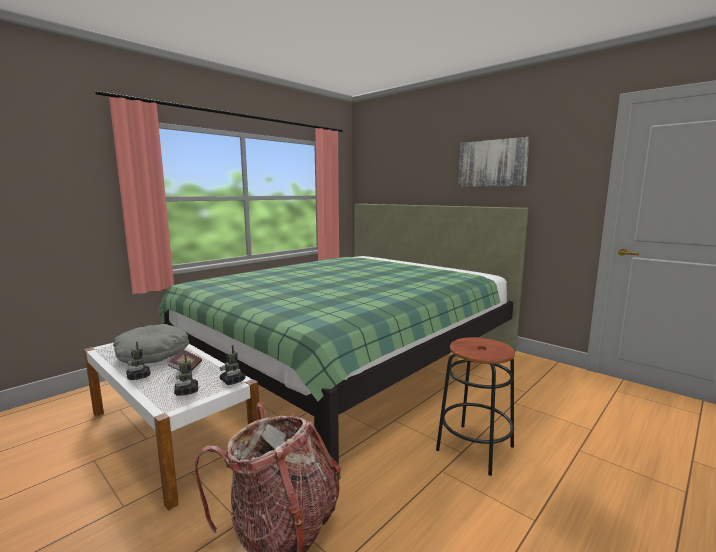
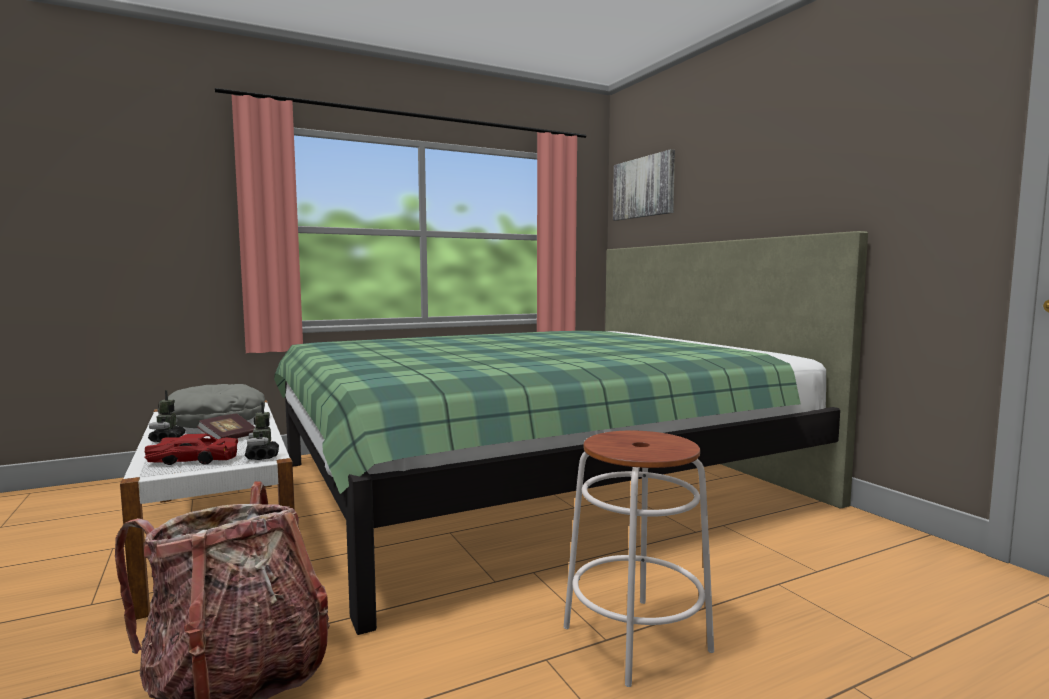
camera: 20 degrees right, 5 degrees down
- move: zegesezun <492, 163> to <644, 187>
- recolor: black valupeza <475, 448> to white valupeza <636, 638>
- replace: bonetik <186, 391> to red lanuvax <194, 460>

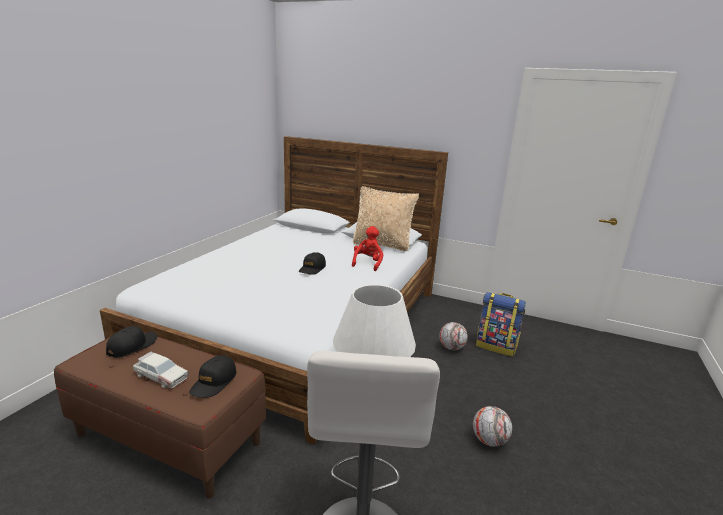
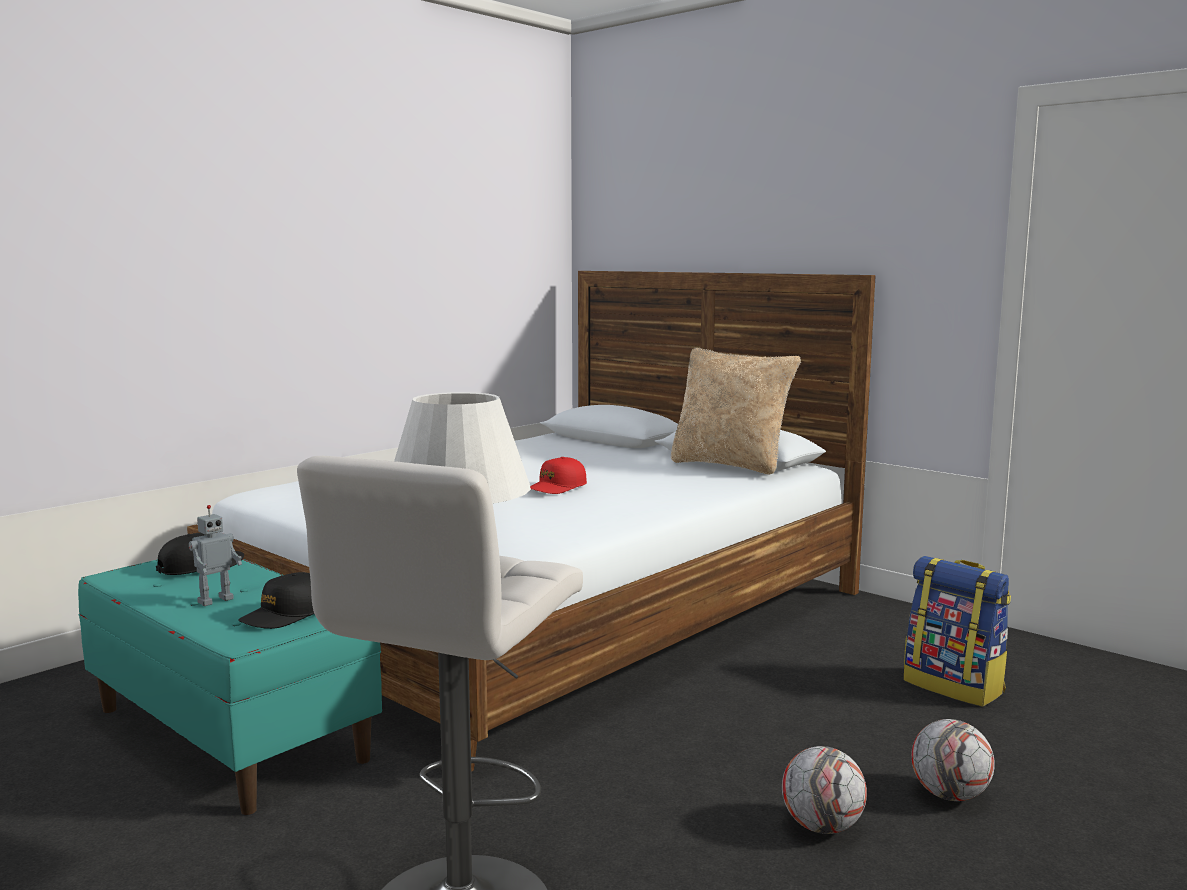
camera: 20 degrees right, 10 degrees down
- delete: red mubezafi <367, 263>
- recolor: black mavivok <312, 269> to red mavivok <557, 487>
- move: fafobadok <451, 348> to <950, 795>
- recolor: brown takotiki <170, 438> to turquoise takotiki <231, 733>
- replace: lanuvax <161, 376> to bonetik <215, 600>

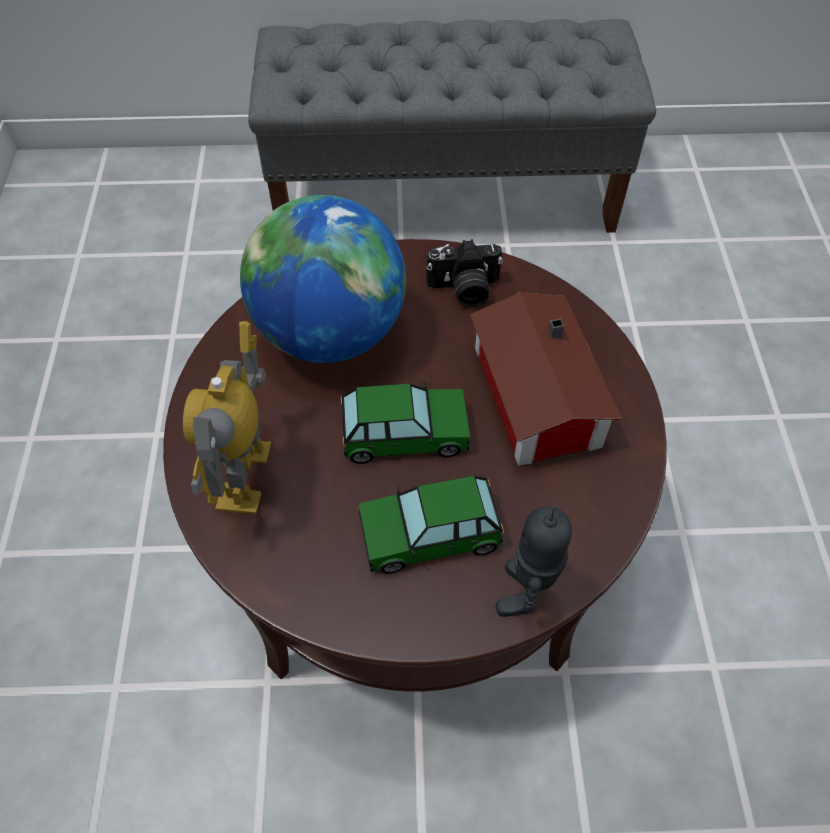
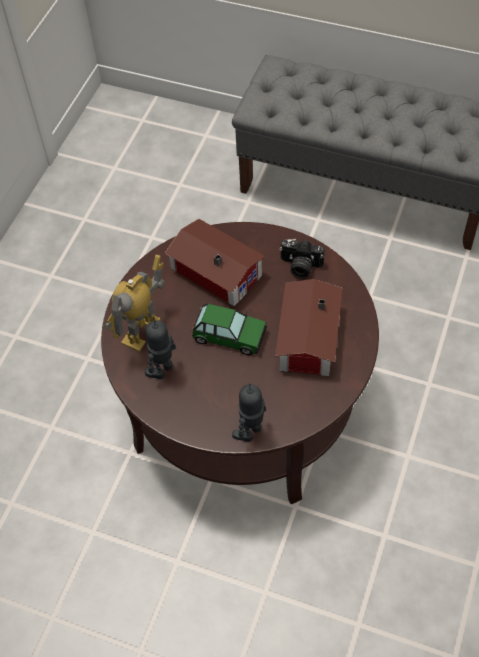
camera: 25 degrees right, 0 degrees up
- replace: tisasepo <330, 333> to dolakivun <215, 269>
- delete: lanuvax <429, 532>
- insert: bonetik <163, 370>

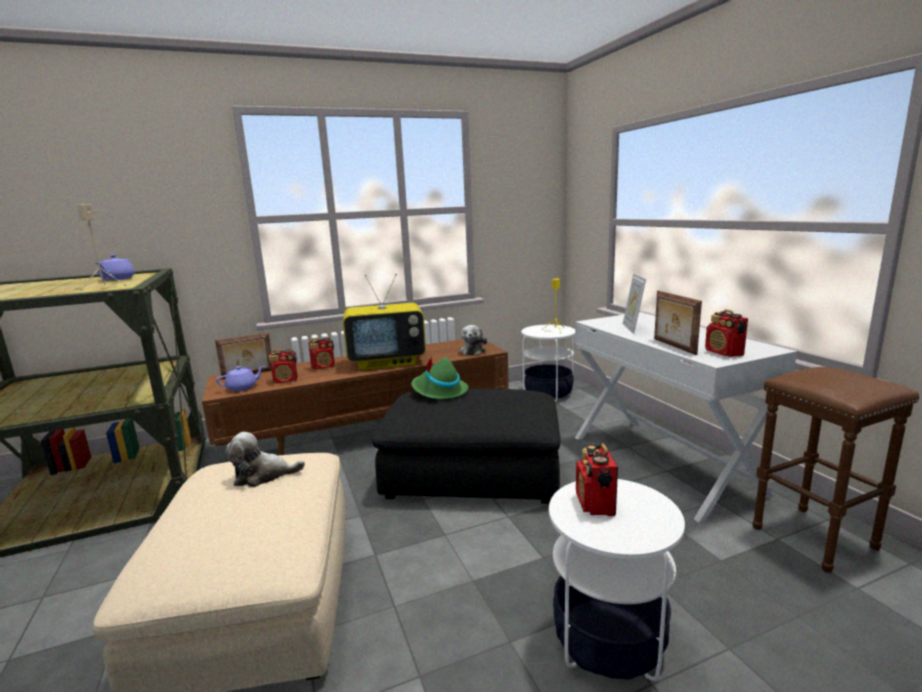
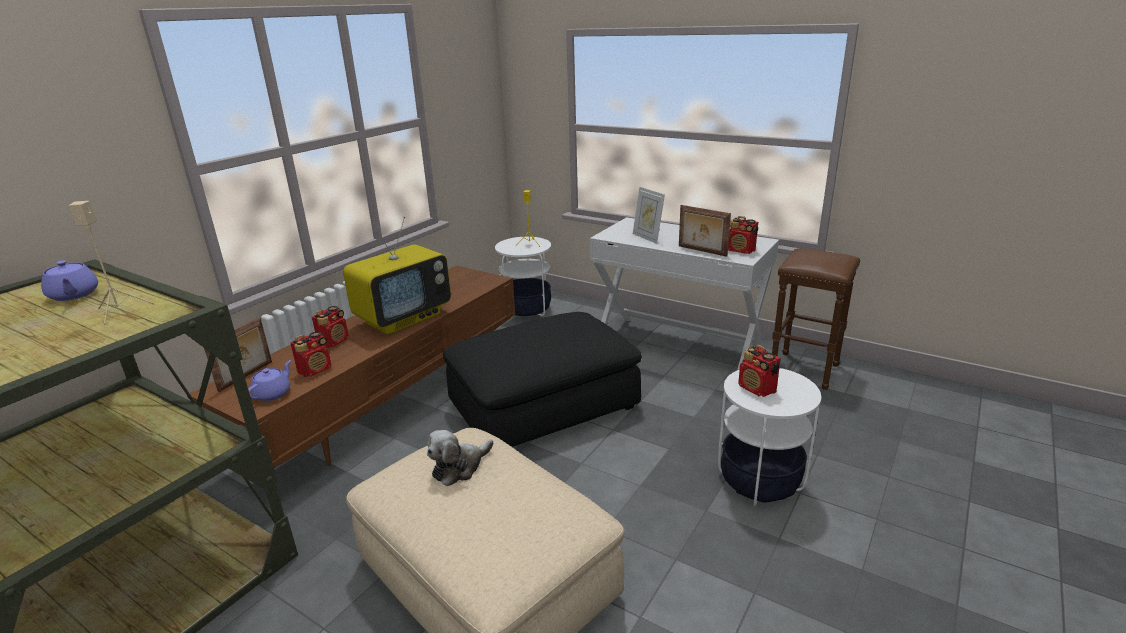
camera: 35 degrees left, 10 degrees up
- delete: mubezafi <473, 350>
- delete: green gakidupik <439, 391>

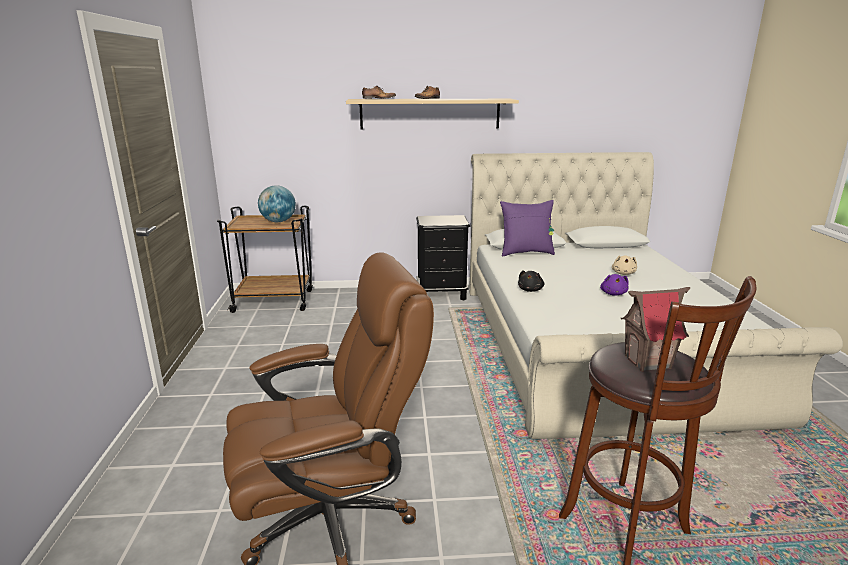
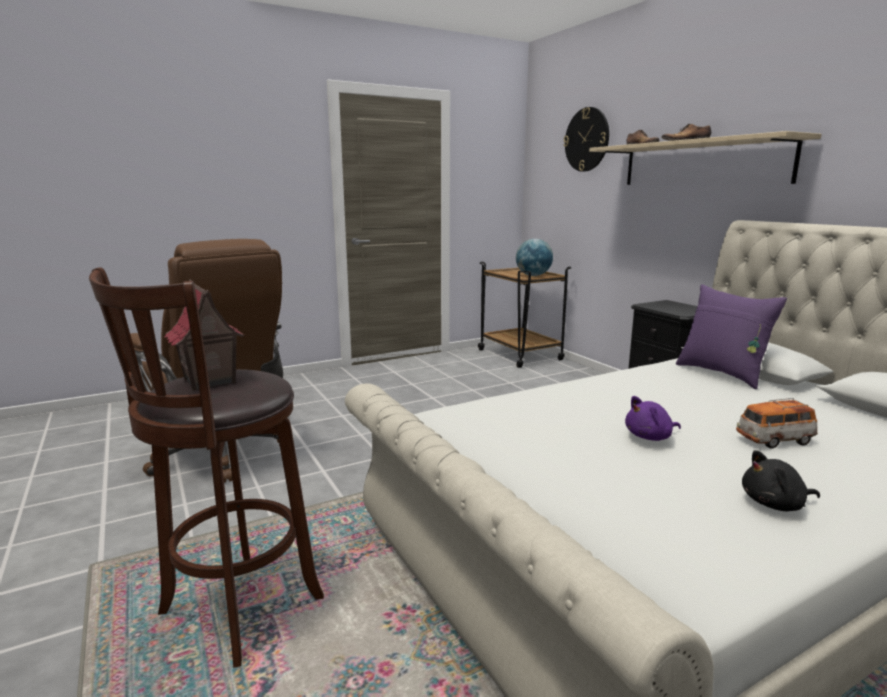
camera: 65 degrees right, 5 degrees down
- replace: beige mubezafi <623, 273> to lanuvax <774, 440>
- move: black mubezafi <530, 290> to <775, 504>
- insert: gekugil <587, 139>

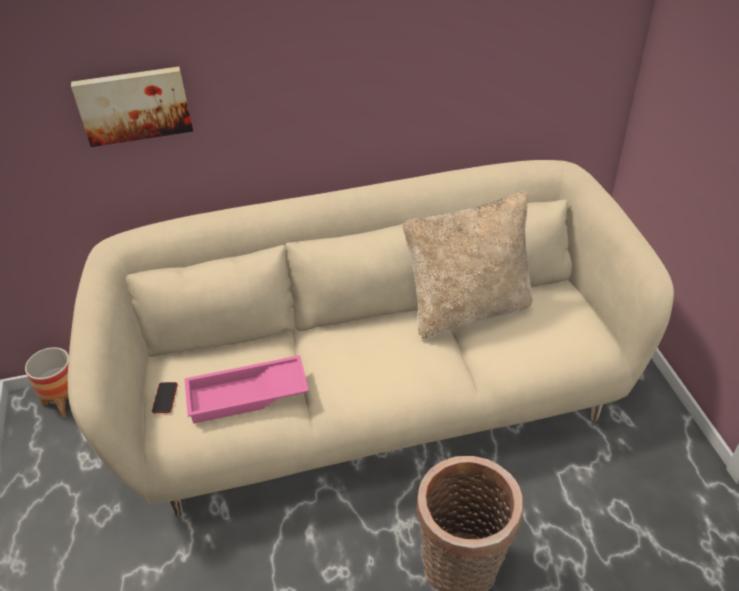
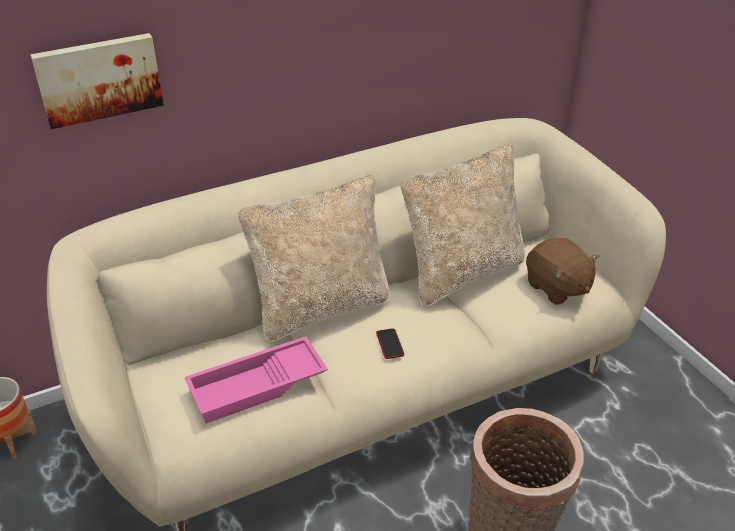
camera: 15 degrees left, 5 degrees down
- move: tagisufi <165, 398> to <390, 344>
- insert: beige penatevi <323, 311>
- insert: brown mubezafi <557, 288>

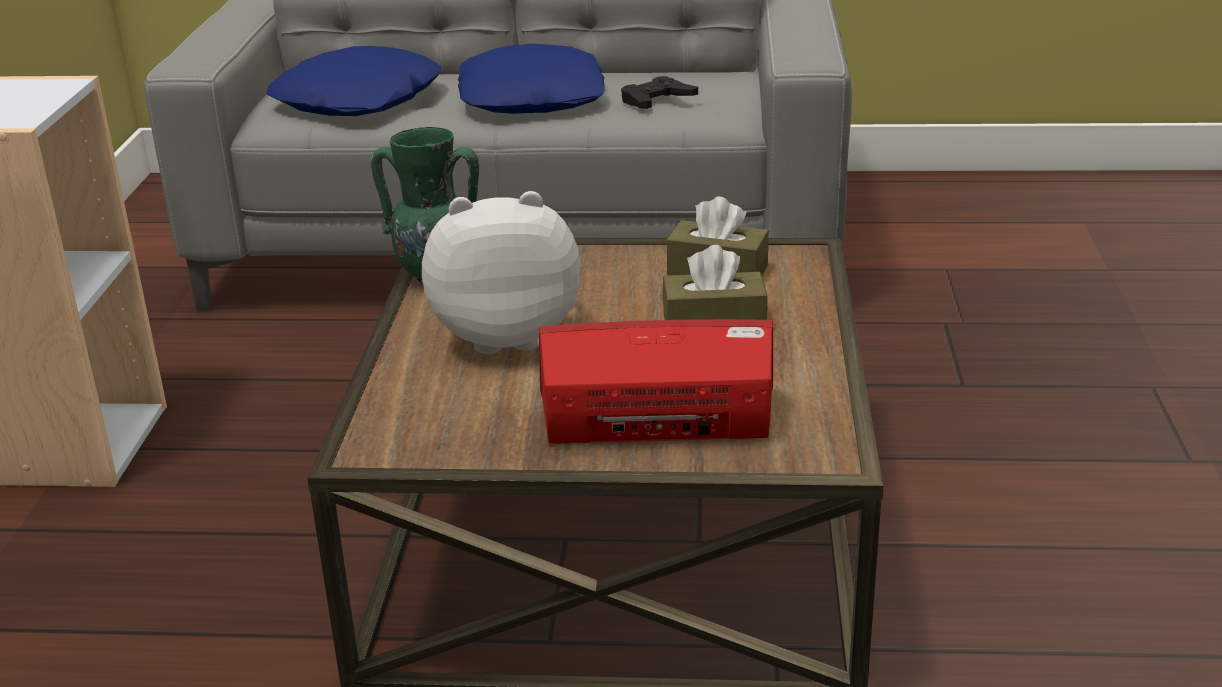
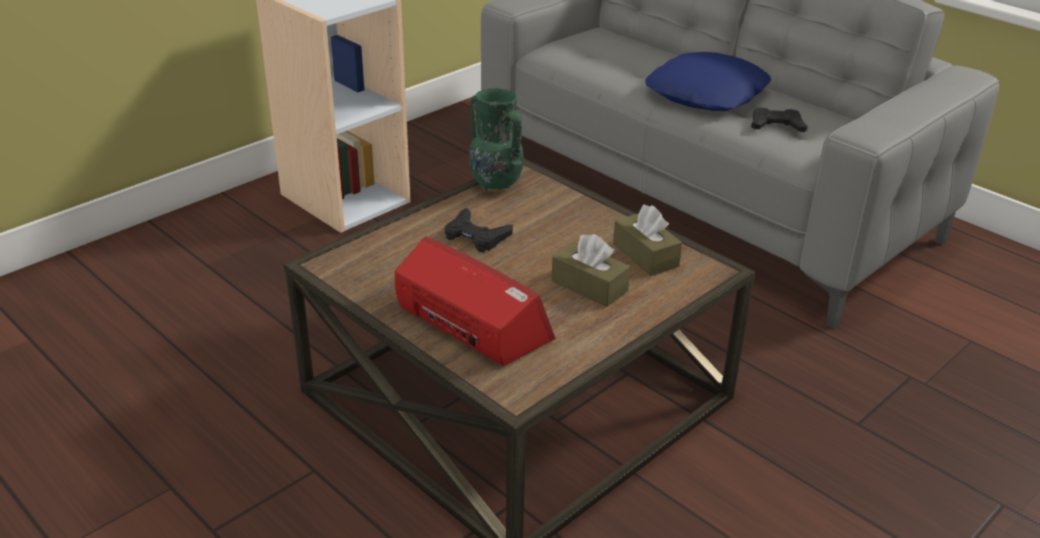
camera: 40 degrees right, 5 degrees up
- delete: blue penatevi <359, 100>
- replace: mubezafi <505, 335> to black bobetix <476, 236>

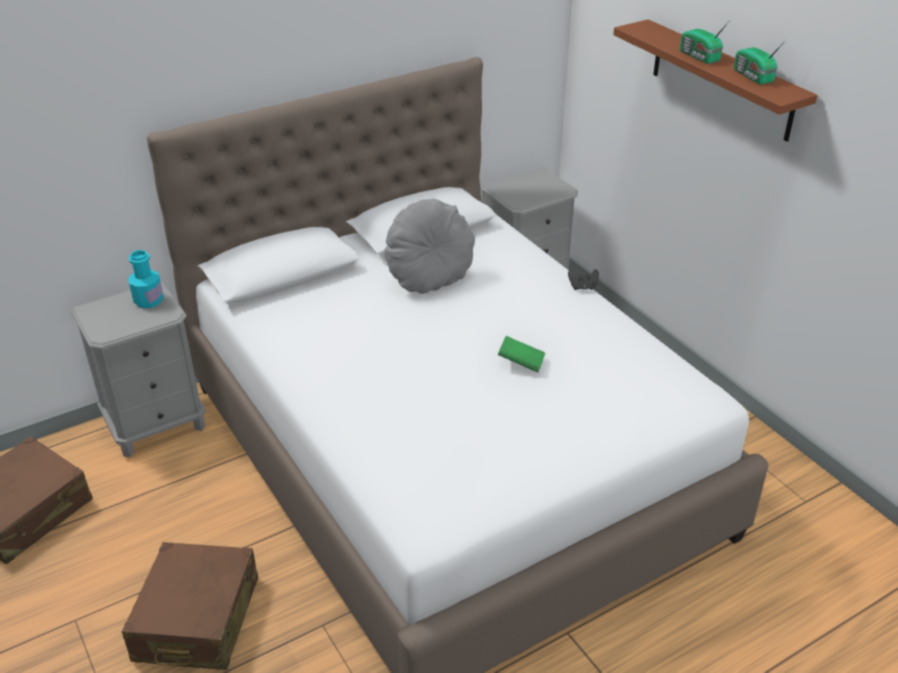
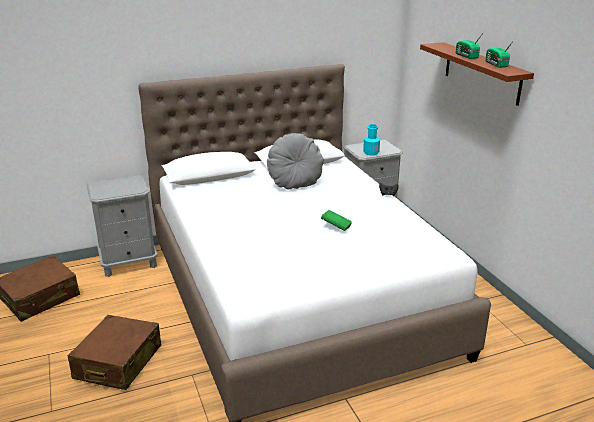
camera: 10 degrees right, 10 degrees down
- move: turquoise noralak <148, 300> to <371, 153>

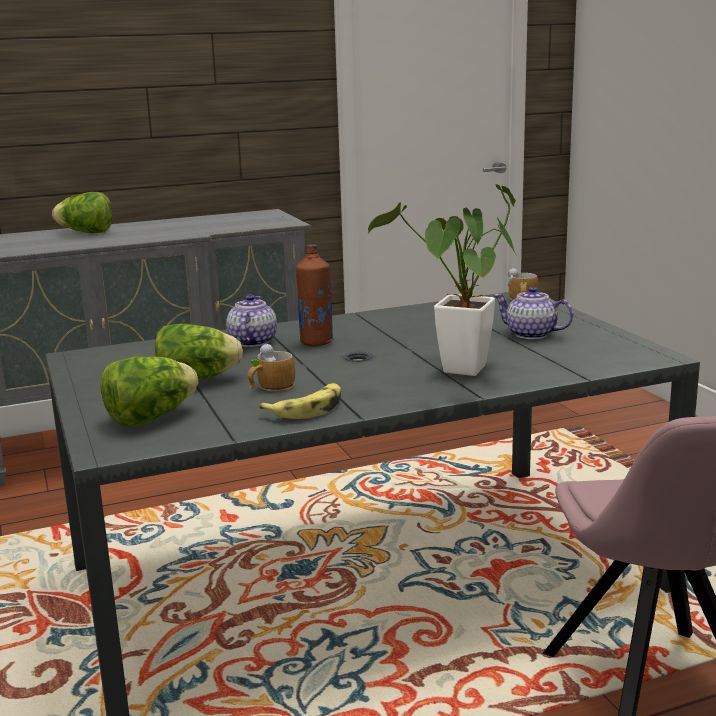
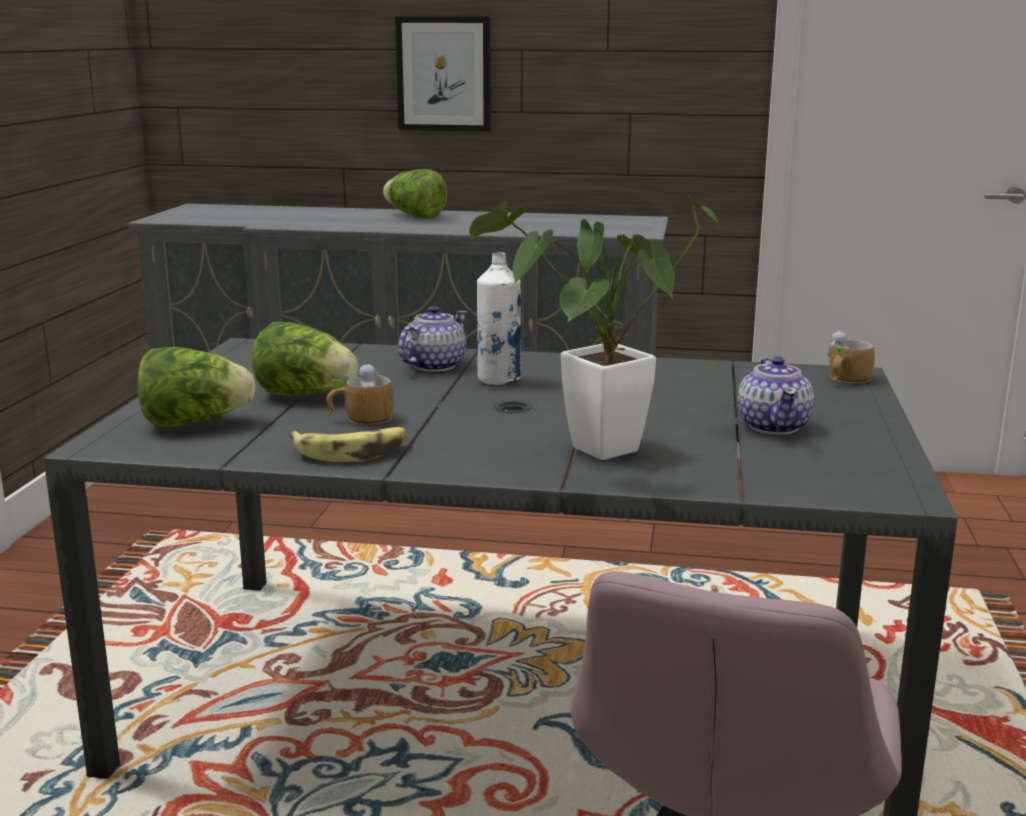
camera: 30 degrees right, 0 degrees up
- recolor: brown noralak <316, 342> to white noralak <499, 380>
- rotate: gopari <531, 334> = <774, 426> 150 degrees counterclockwise
- insert: zegesezun <444, 74>

